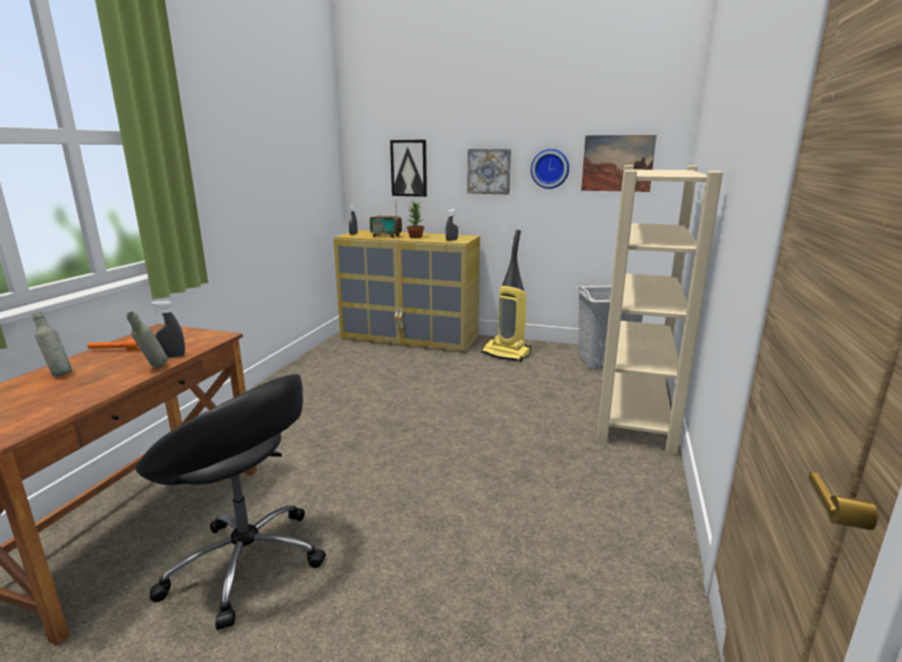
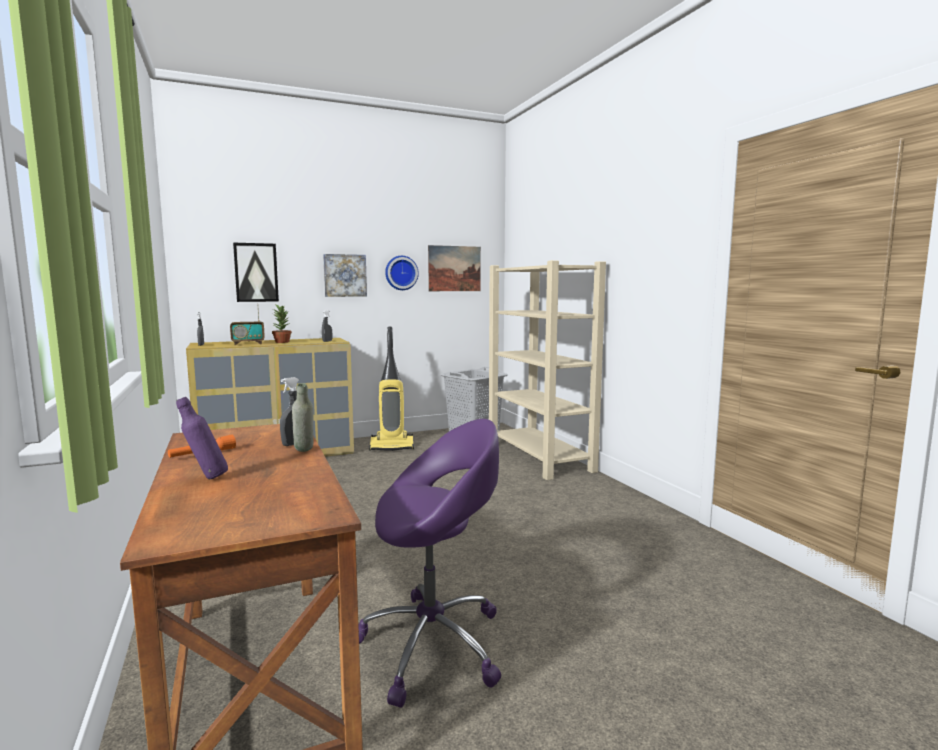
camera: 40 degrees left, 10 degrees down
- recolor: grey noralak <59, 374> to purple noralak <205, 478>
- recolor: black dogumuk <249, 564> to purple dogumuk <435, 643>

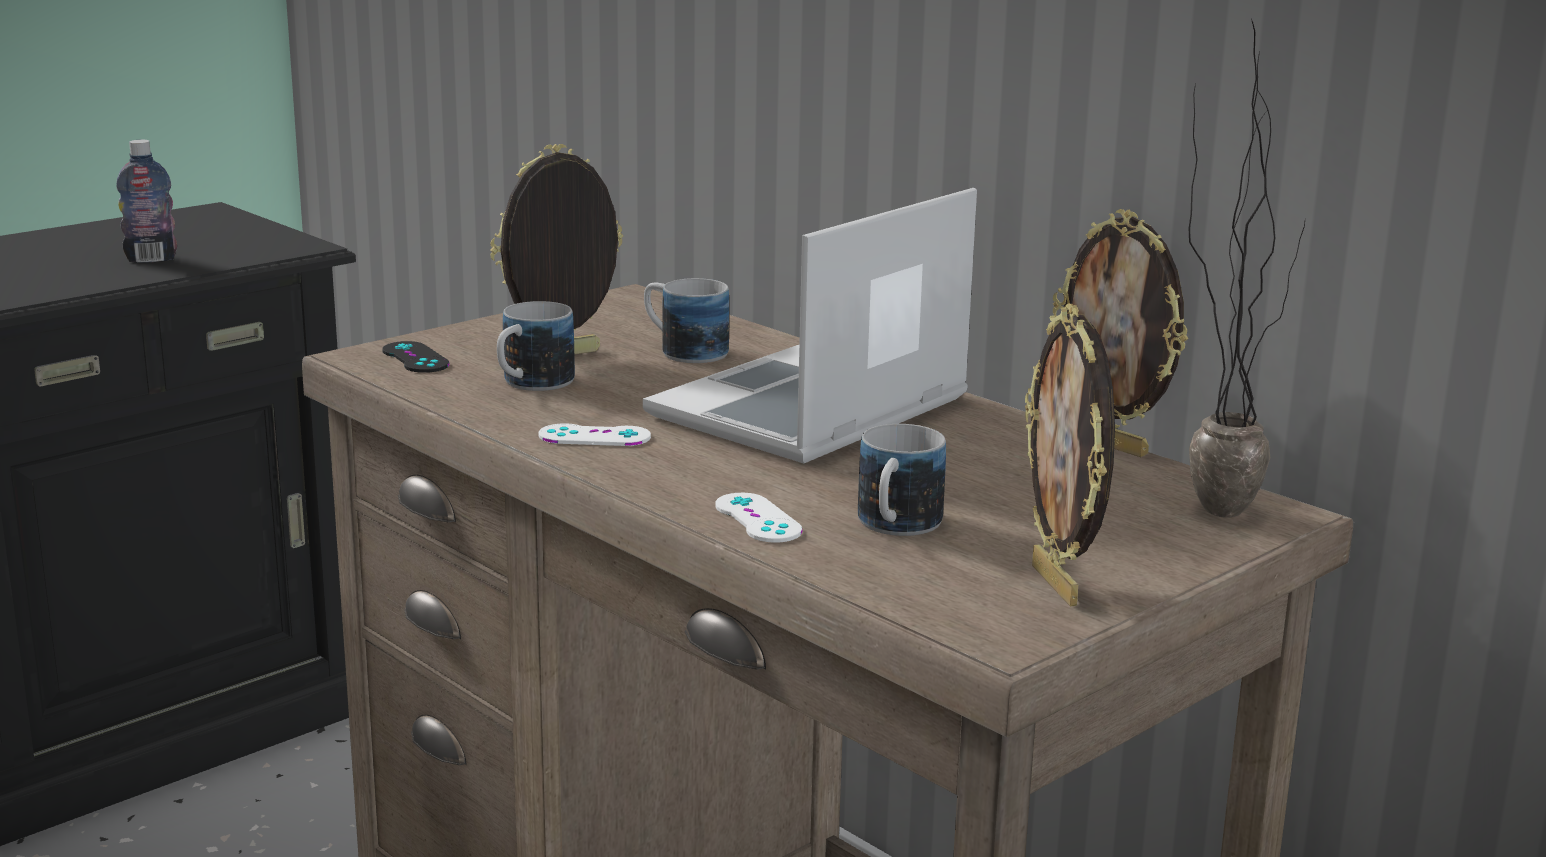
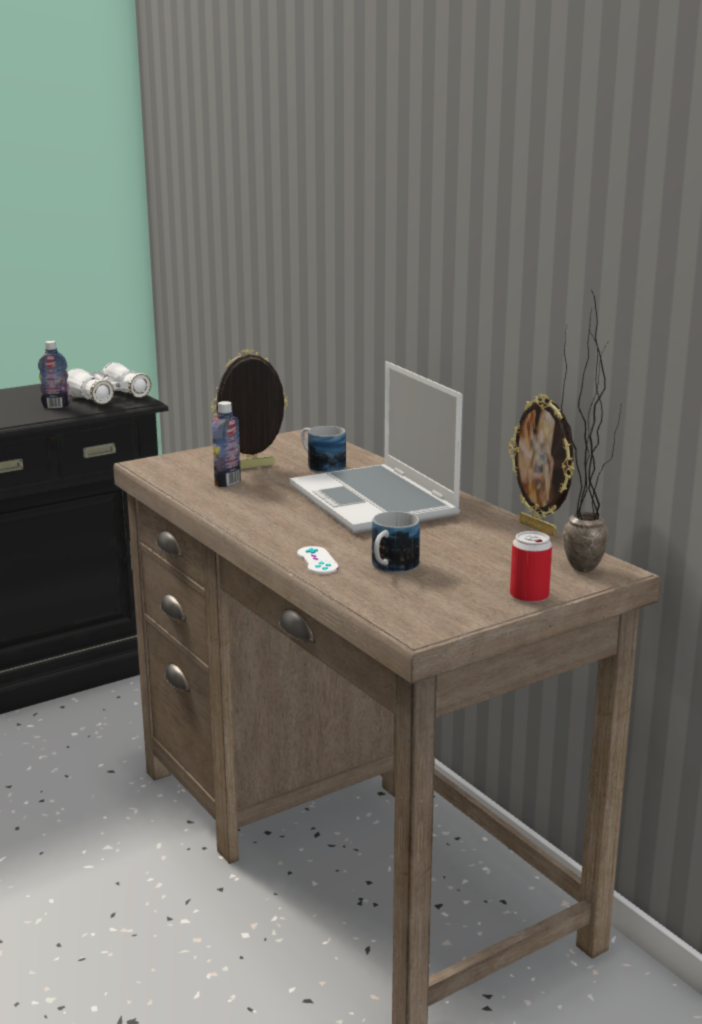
camera: 10 degrees right, 0 degrees up
- rotate: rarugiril <810, 410> = <376, 502> 75 degrees counterclockwise
- replace: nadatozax <530, 385> to noralak <227, 483>
- delete: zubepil <1058, 585>
- delete: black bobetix <415, 358>
- delete: white bobetix <594, 436>
- insert: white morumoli <108, 397>
- insert: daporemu <529, 596>

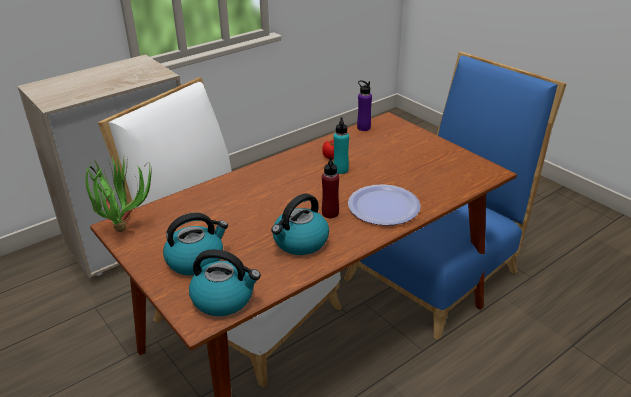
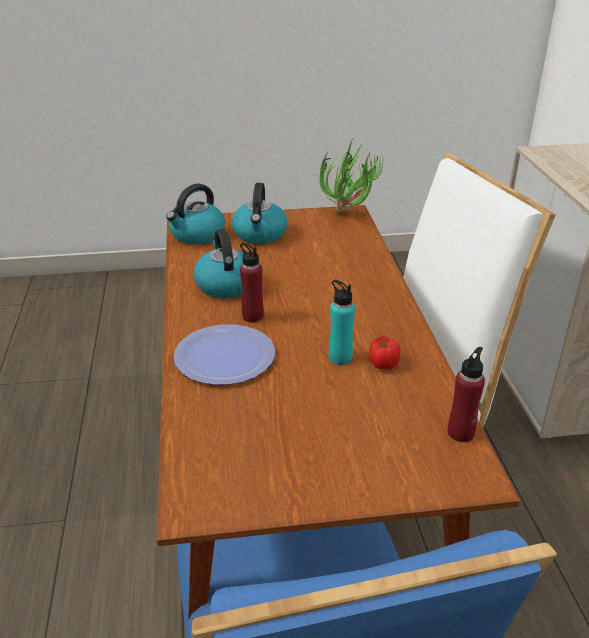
camera: 120 degrees right, 0 degrees up
- recolor: purple noralak <363, 128> to red noralak <461, 433>

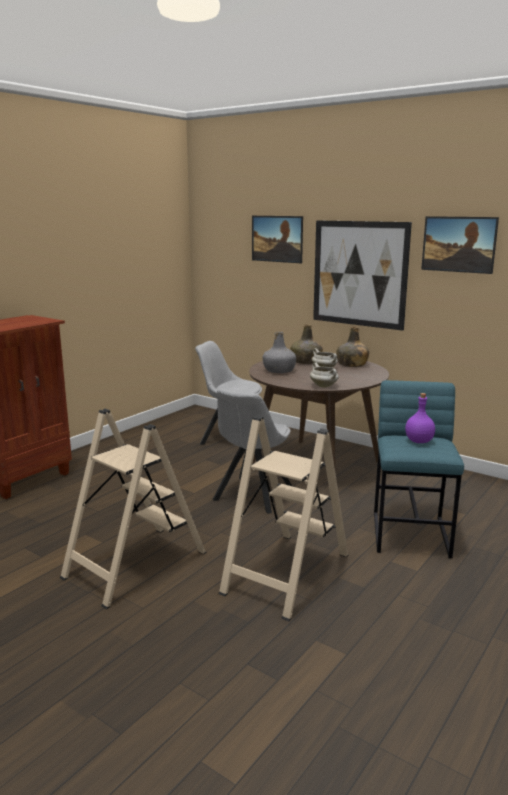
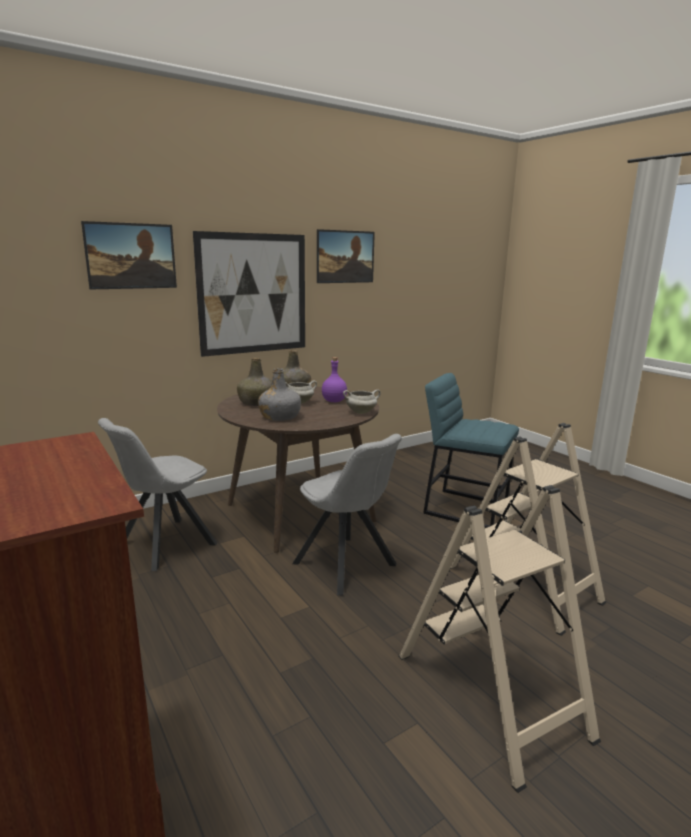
camera: 70 degrees left, 0 degrees up
- move: purple noralak <419, 441> to <334, 401>

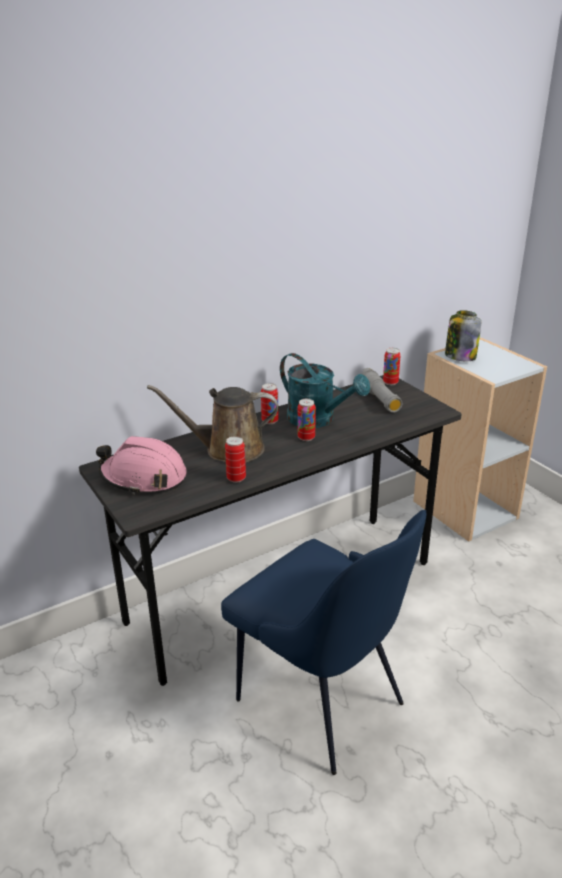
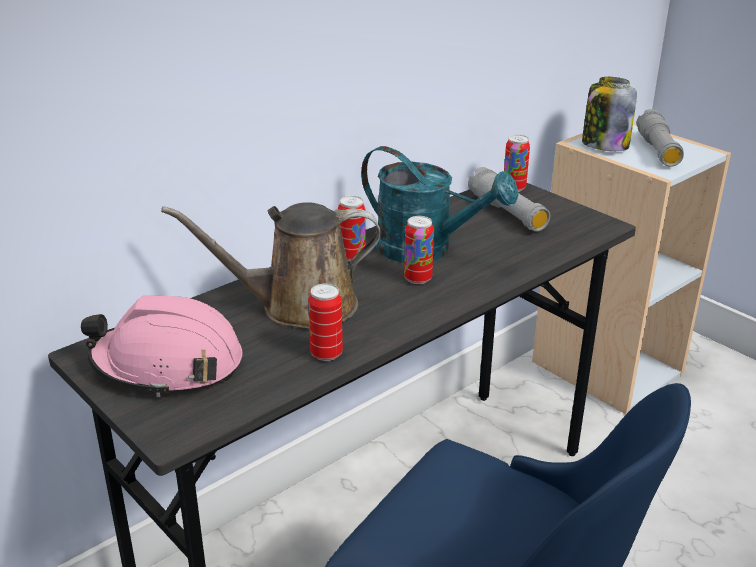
camera: 10 degrees left, 0 degrees up
- insert: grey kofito <657, 150>

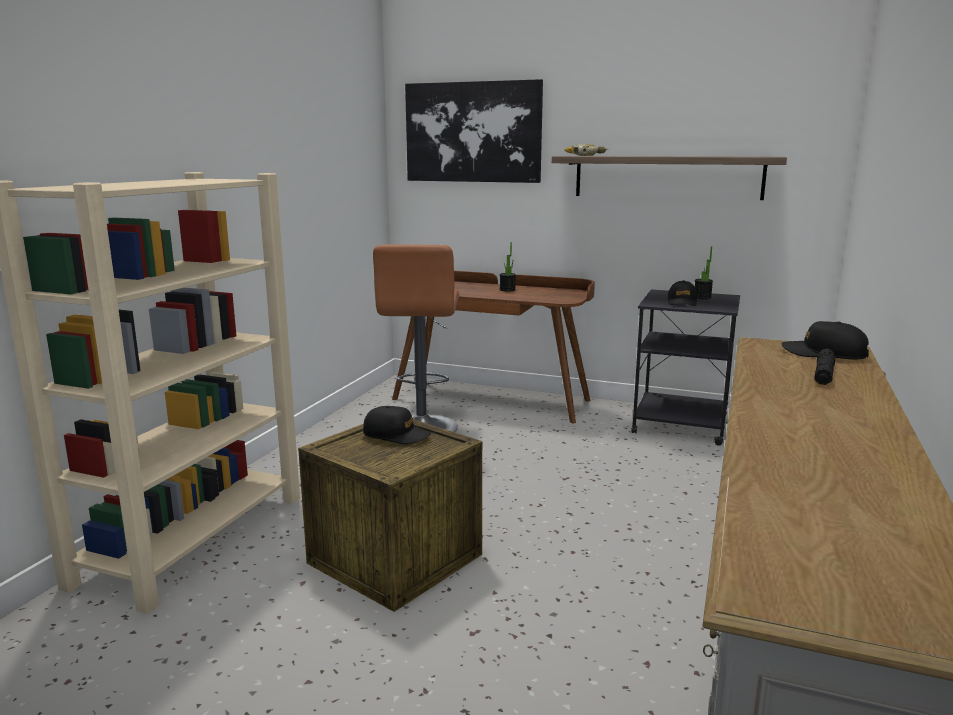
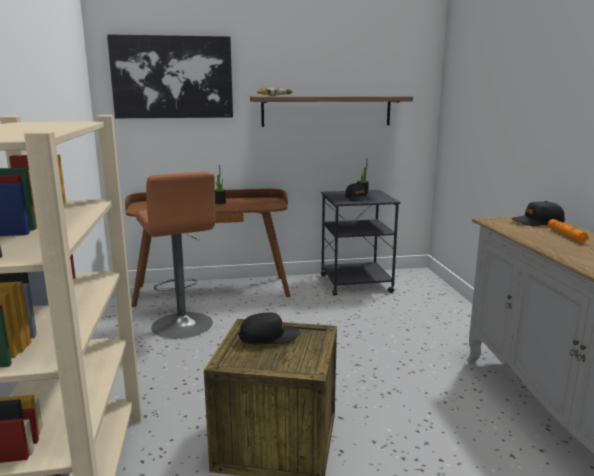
camera: 30 degrees left, 0 degrees up
- recolor: black kofito <823, 374> to orange kofito <566, 235>

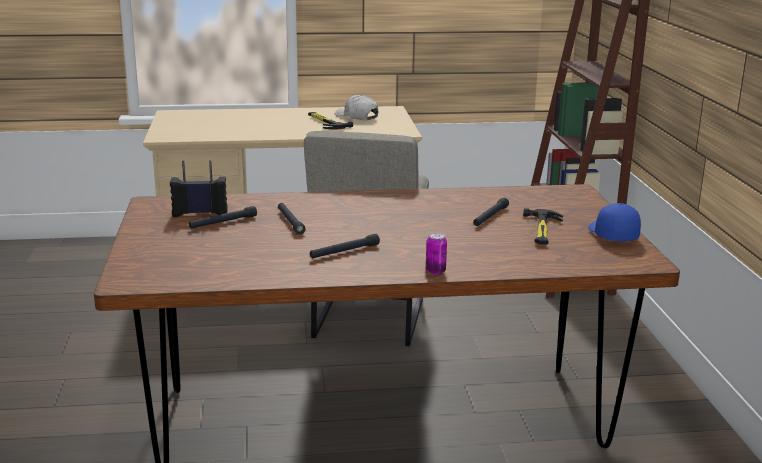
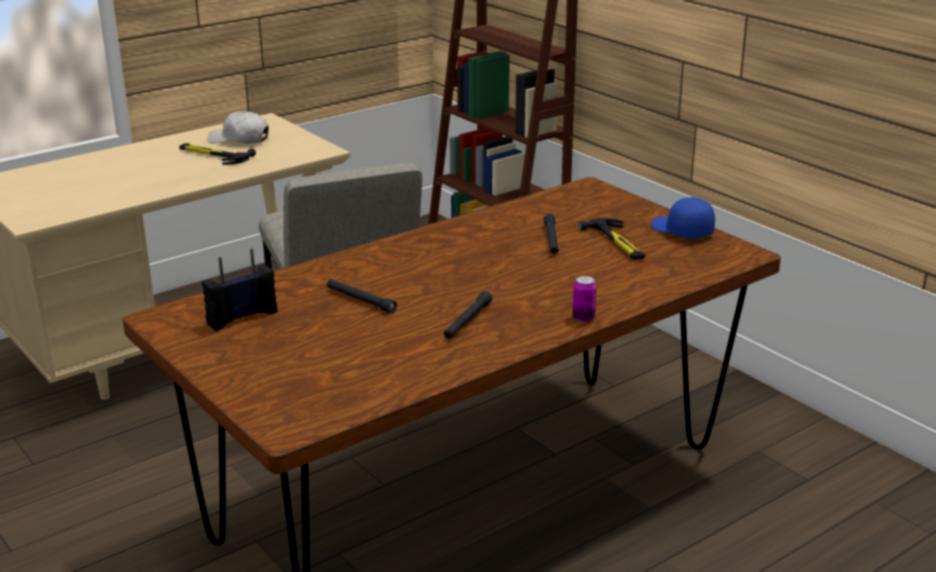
camera: 30 degrees left, 5 degrees up
- delete: black kofito <223, 223>

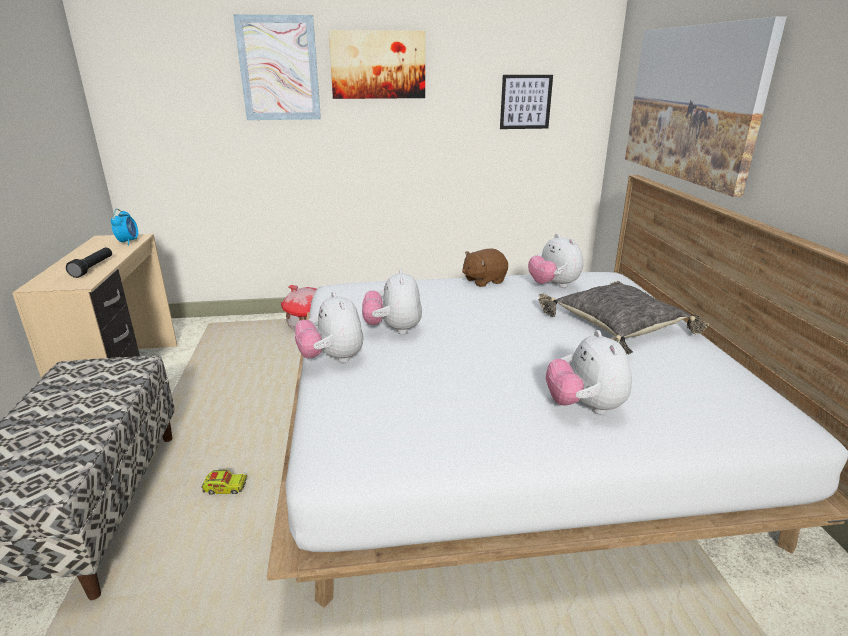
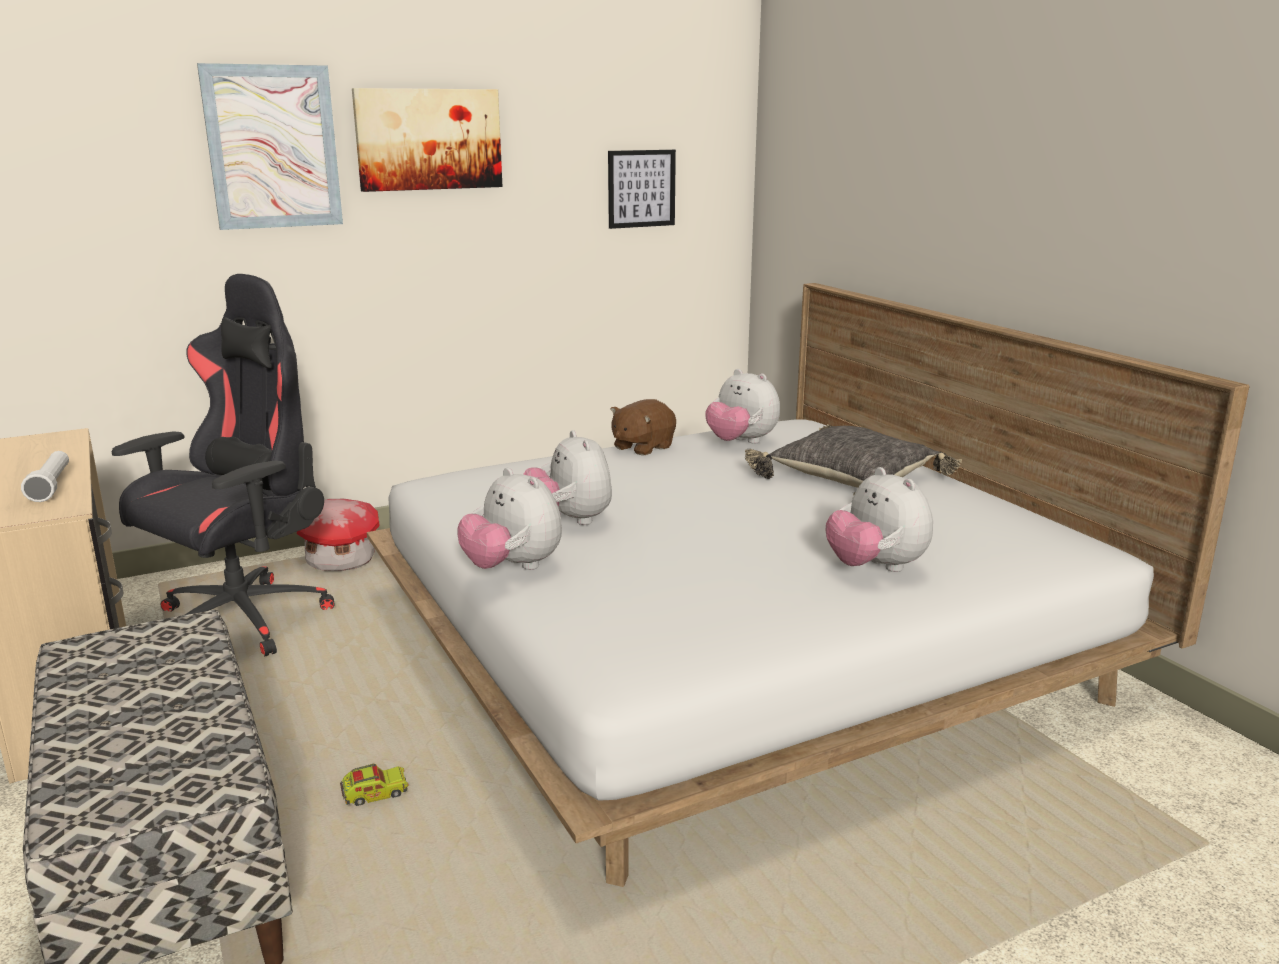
camera: 20 degrees left, 5 degrees down
- delete: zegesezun <692, 103>
- delete: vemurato <128, 242>
- recolor: black kofito <93, 268> to white kofito <51, 486>
- insert: black dogumuk <239, 622>

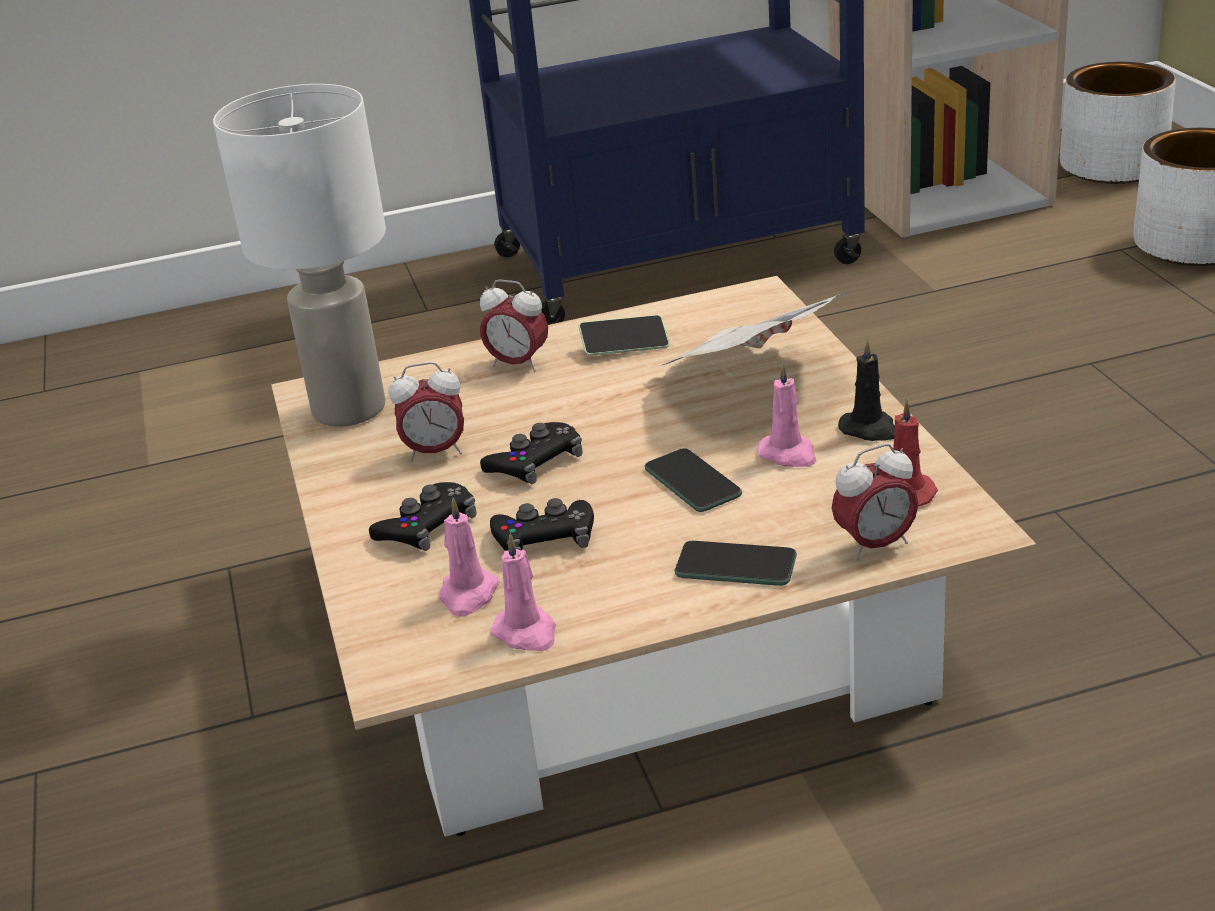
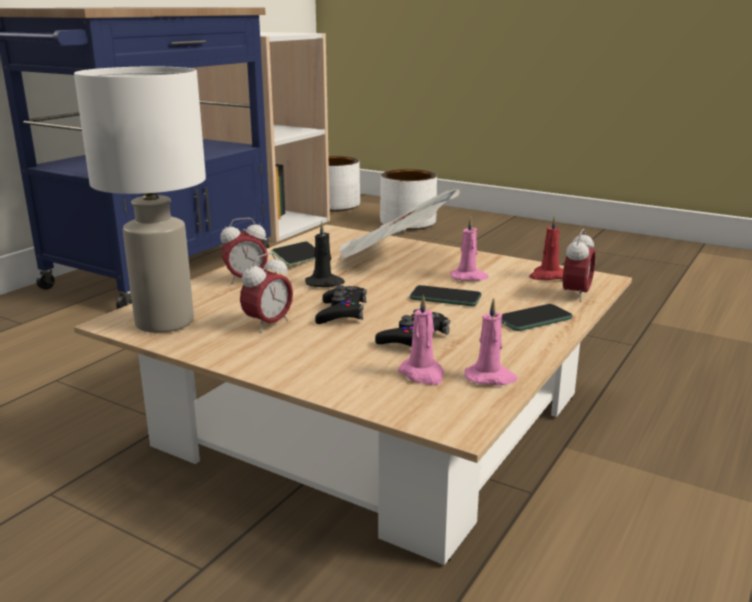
camera: 45 degrees left, 10 degrees down
- move: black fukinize <870, 429> to <325, 283>
- delete: black bobetix <427, 526>

